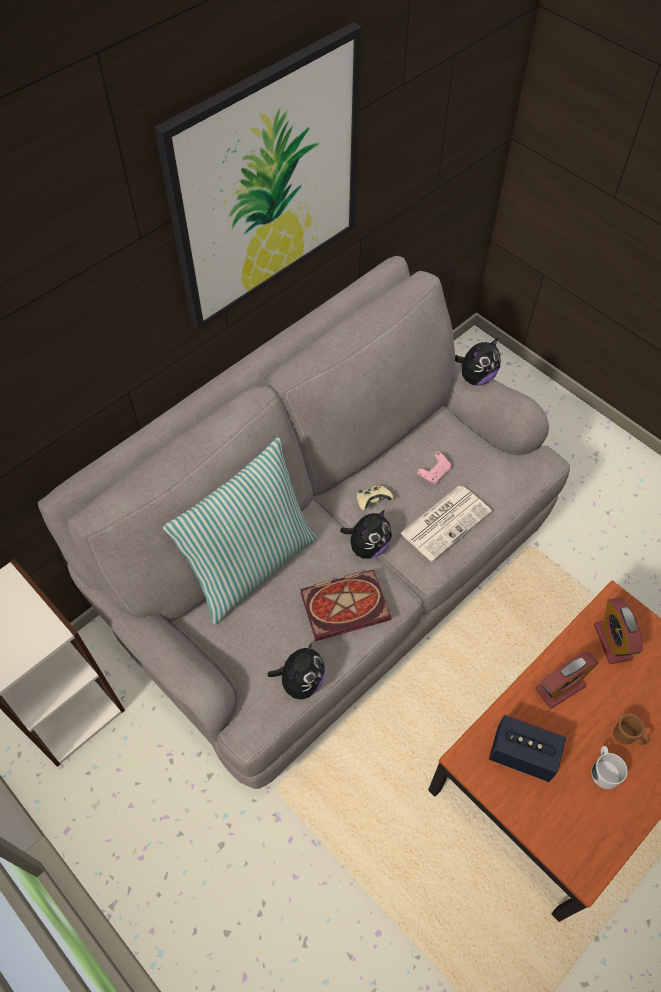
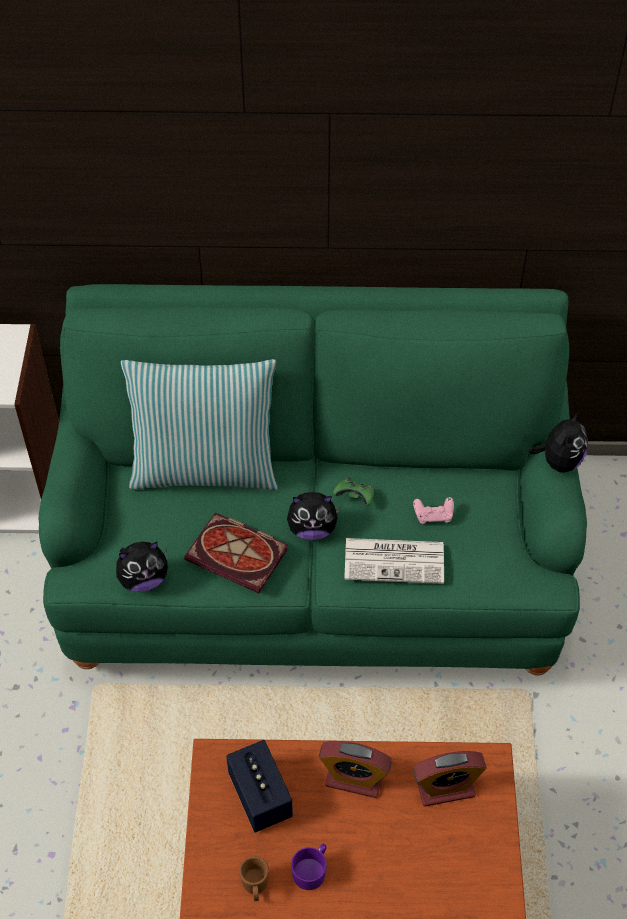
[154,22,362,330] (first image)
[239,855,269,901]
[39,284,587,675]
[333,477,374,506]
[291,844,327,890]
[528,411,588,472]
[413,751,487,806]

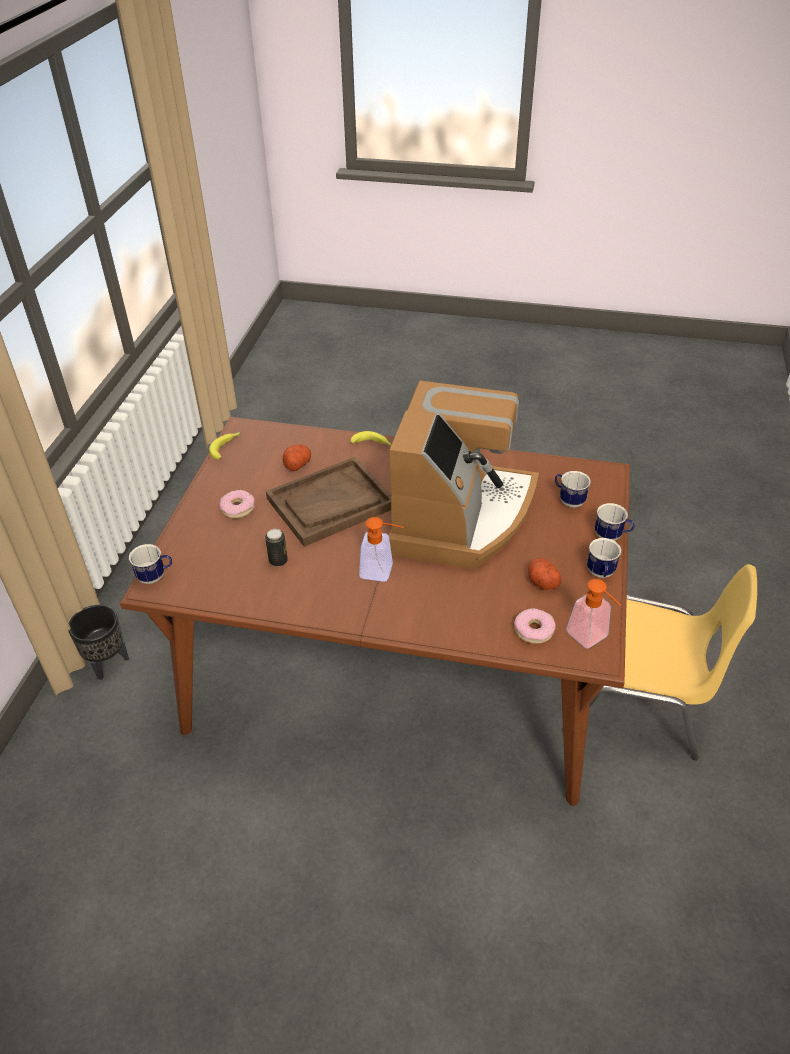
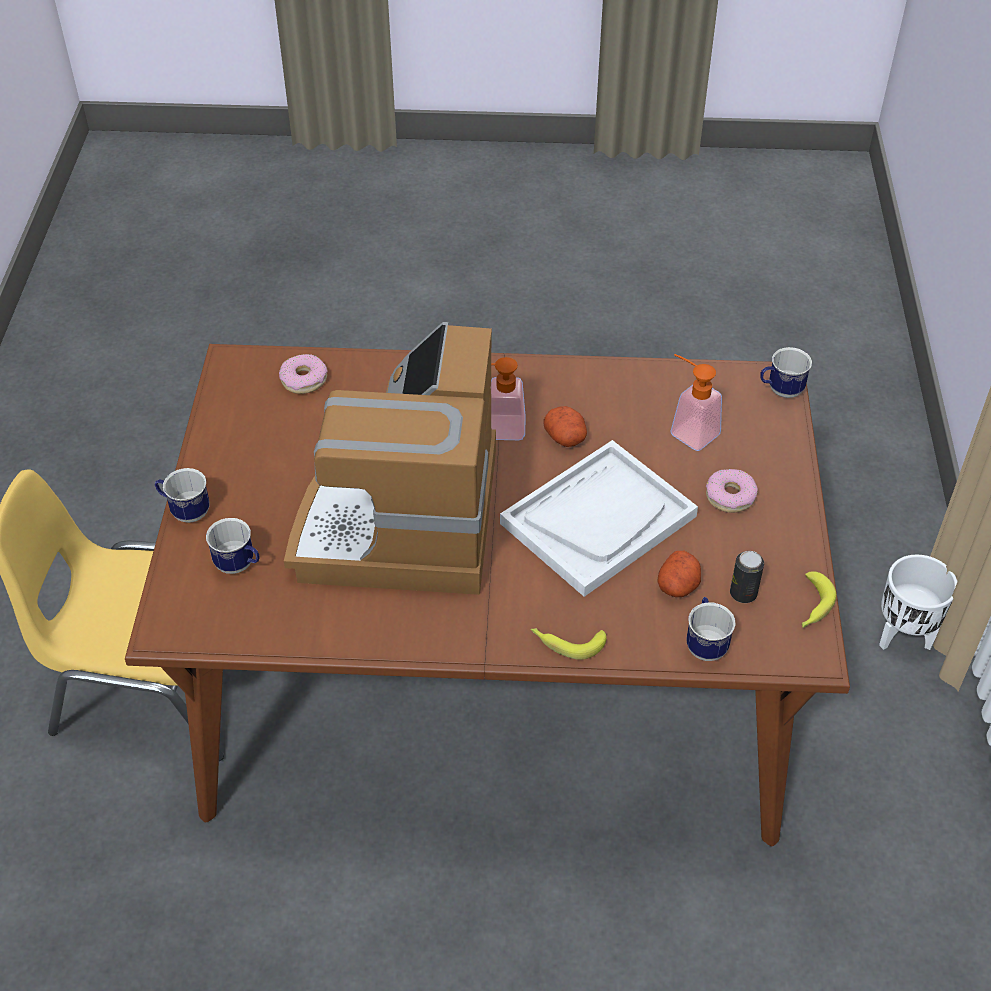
[730,551,764,603]
[544,406,587,447]
[670,354,722,451]
[686,597,736,661]
[879,555,957,650]
[500,440,698,597]

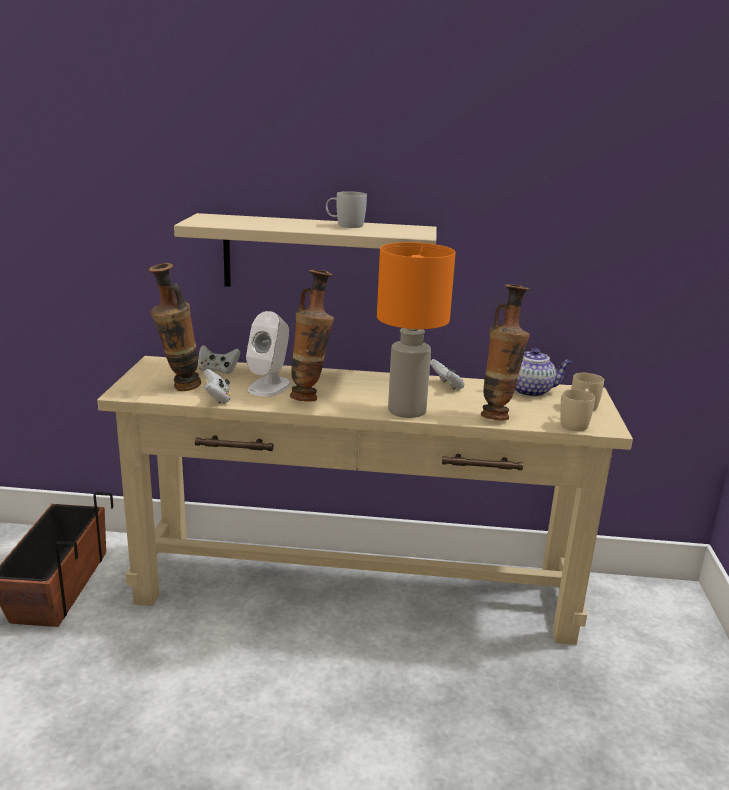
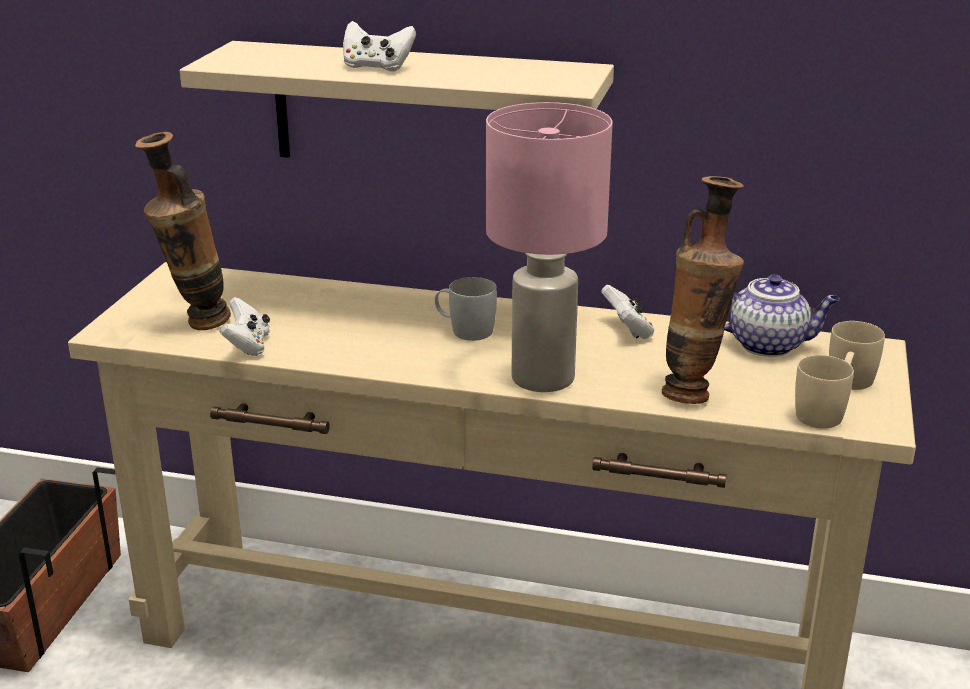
[246,311,291,397] (first image)
[290,270,334,402] (first image)
[343,21,416,71]
[435,277,497,341]
[486,102,613,392]

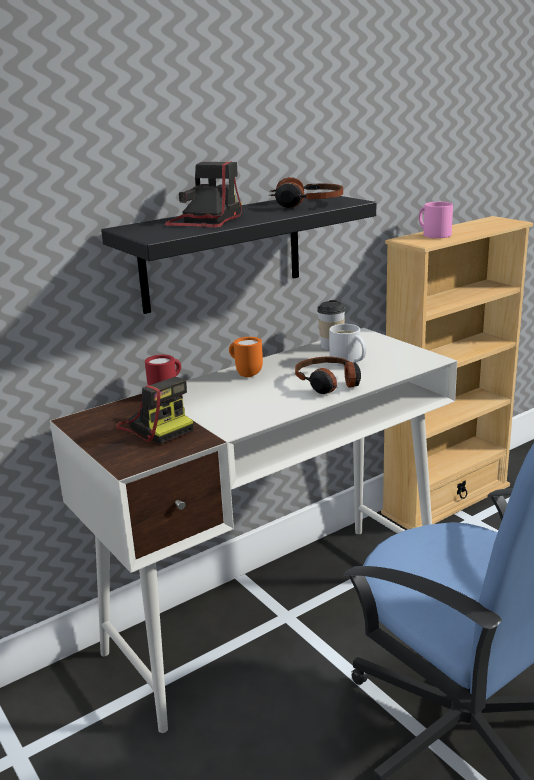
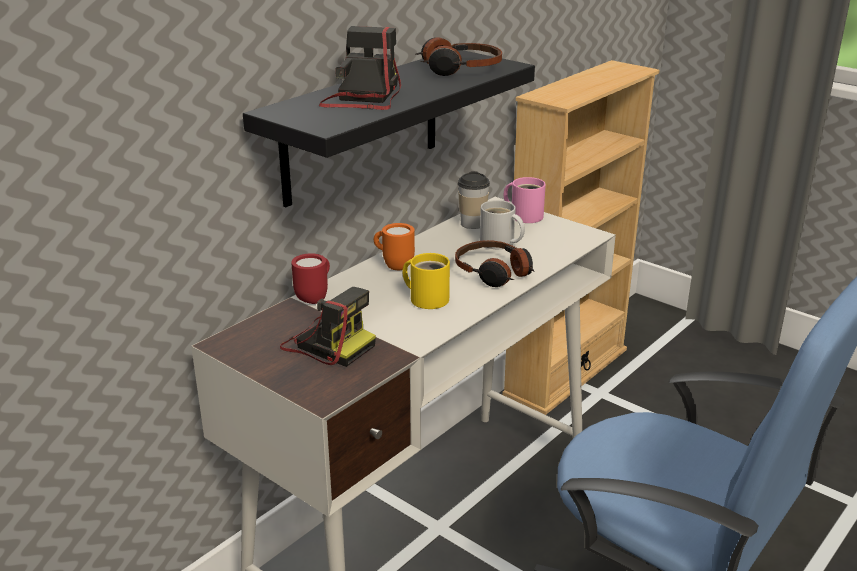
[402,253,450,309]
[504,177,546,223]

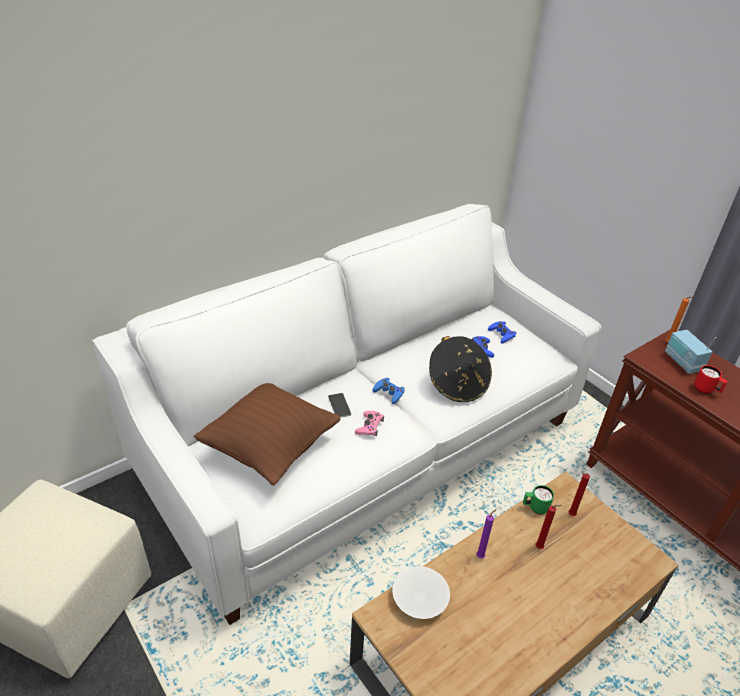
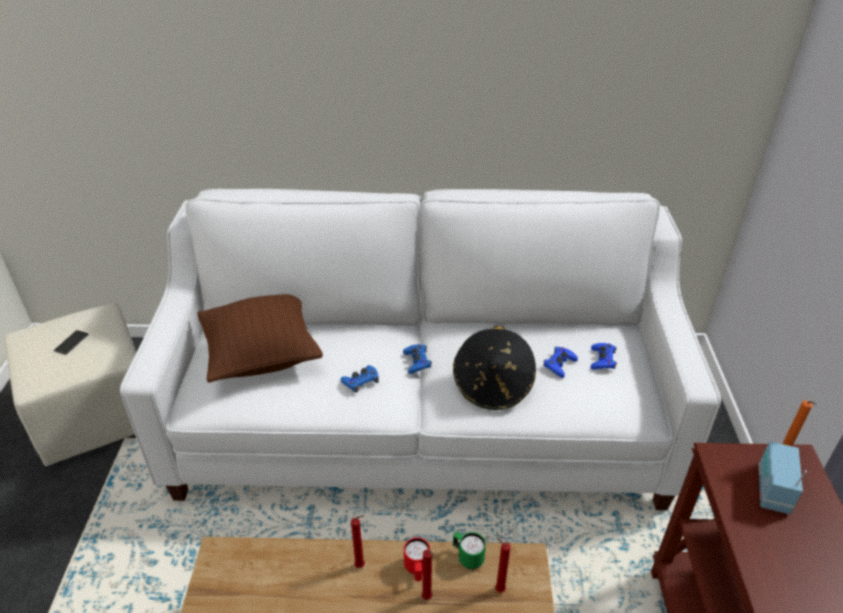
[392,566,450,619] (first image)
[54,330,89,355]
[404,537,430,581]
[341,365,379,393]
[351,515,365,568]

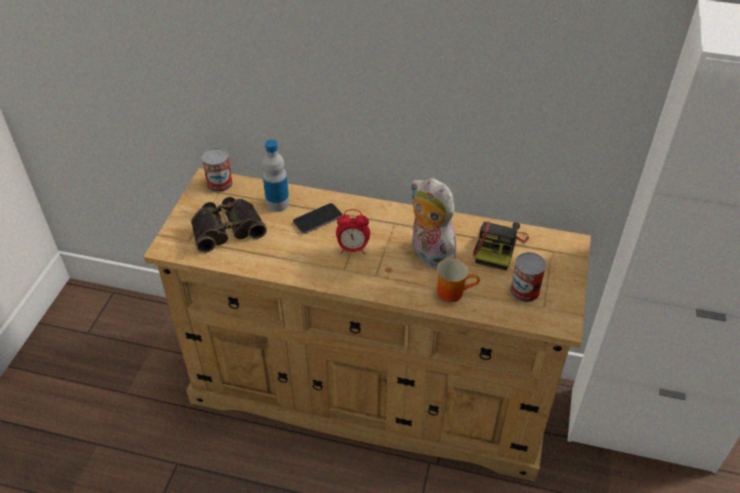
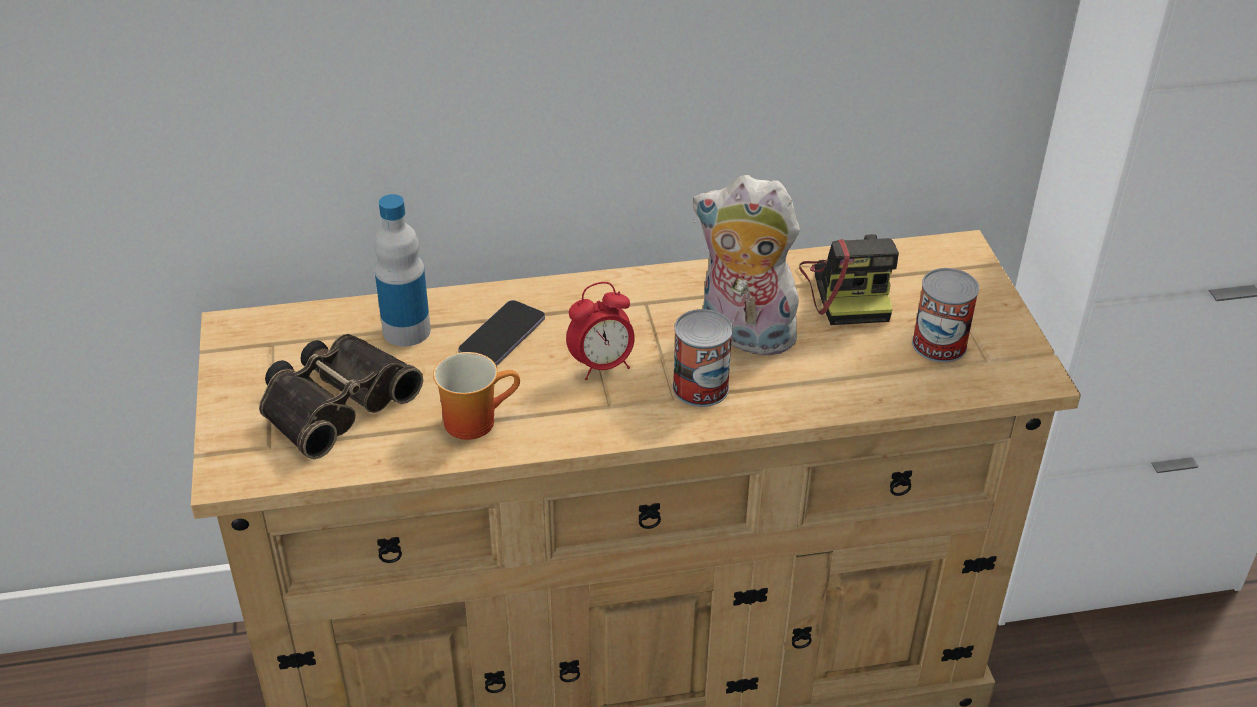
[672,309,733,407]
[433,352,520,440]

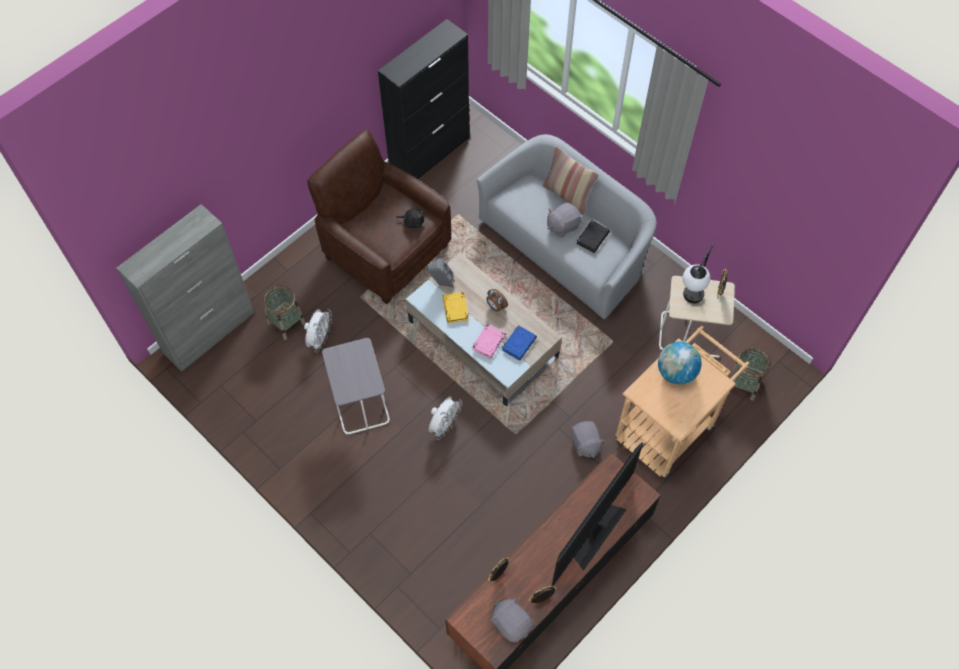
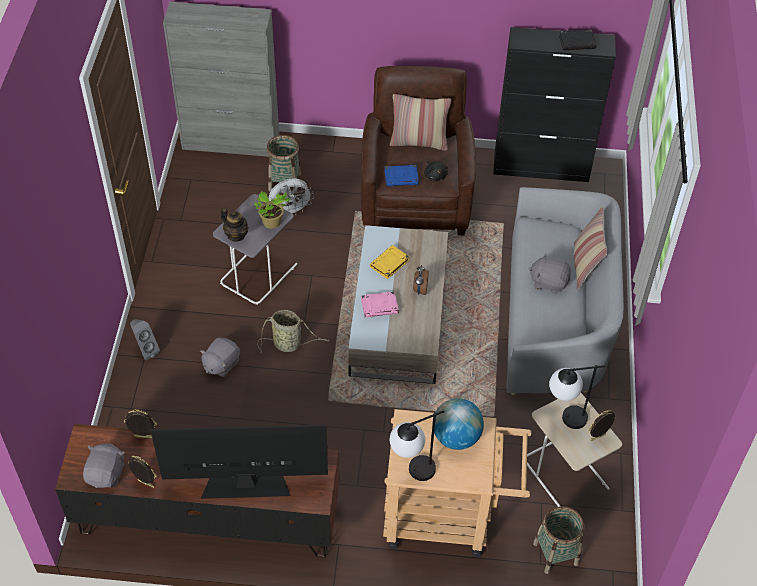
[221,208,249,241]
[254,191,290,229]
[390,94,452,151]
[390,410,444,481]
[130,319,160,361]
[384,165,419,187]
[200,337,240,378]
[559,29,597,51]
[257,309,329,353]

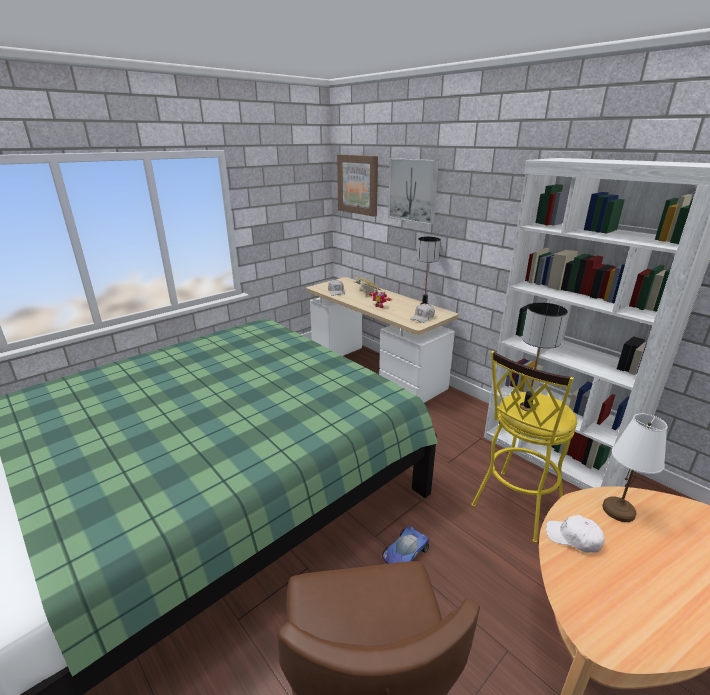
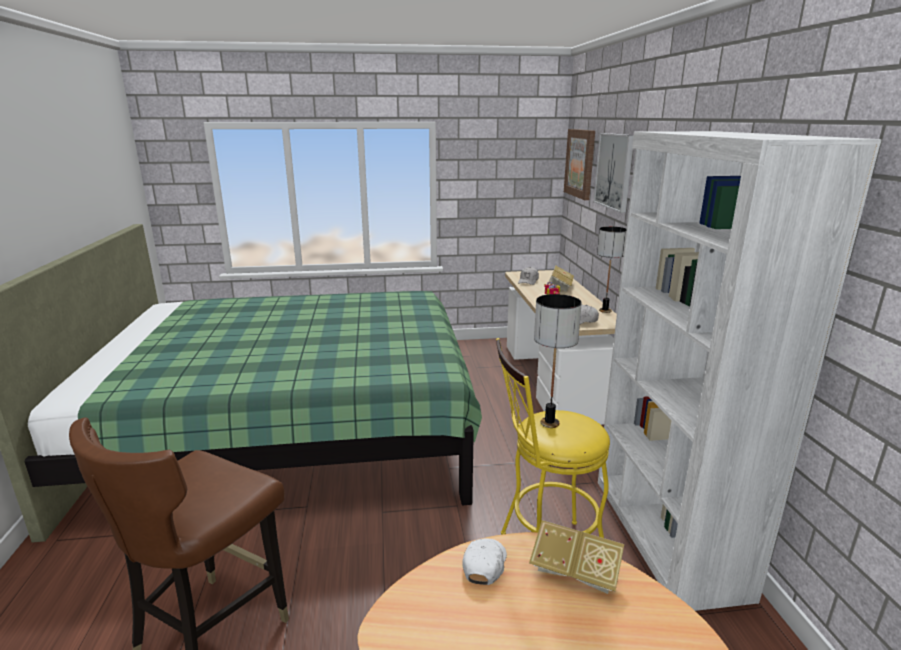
[382,526,429,564] (first image)
[529,520,624,594]
[462,538,507,585]

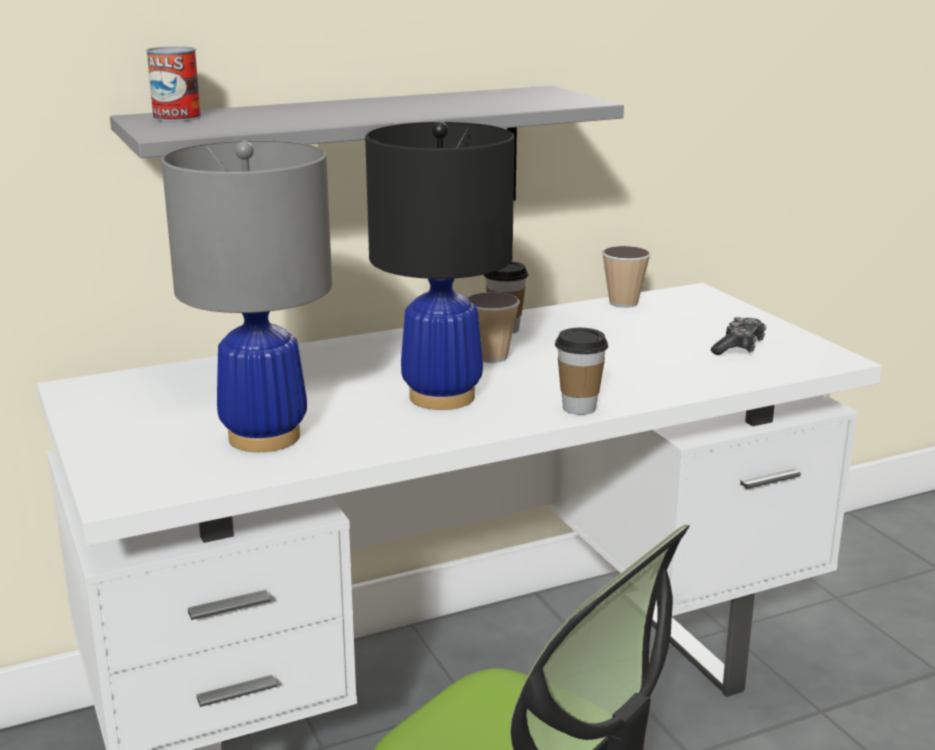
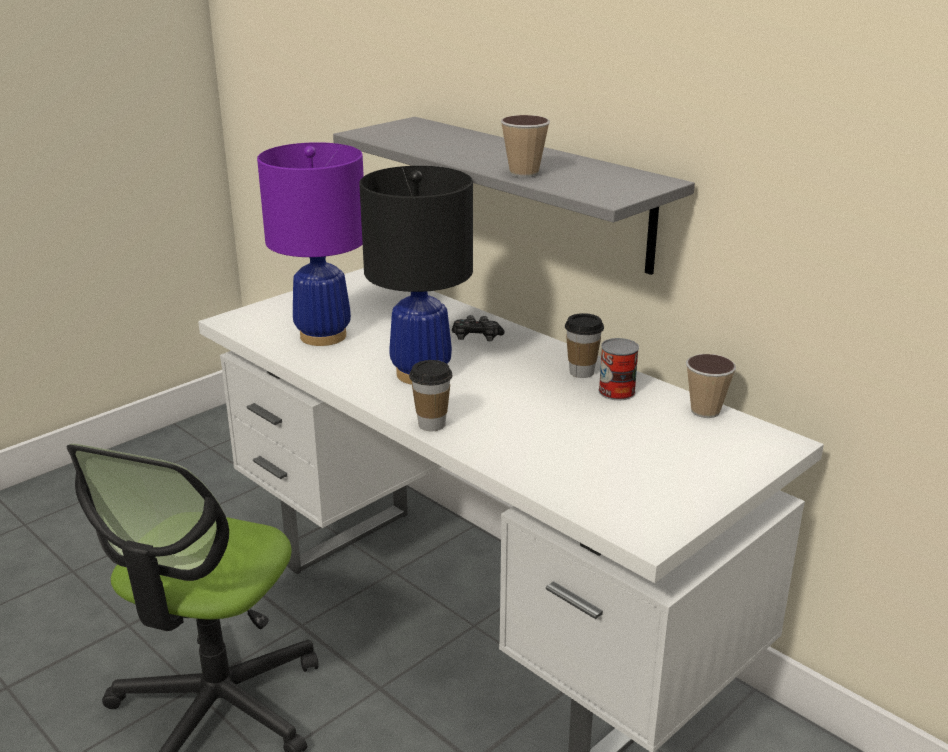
[599,338,639,400]
[501,115,550,178]
[452,315,505,341]
[257,142,364,346]

